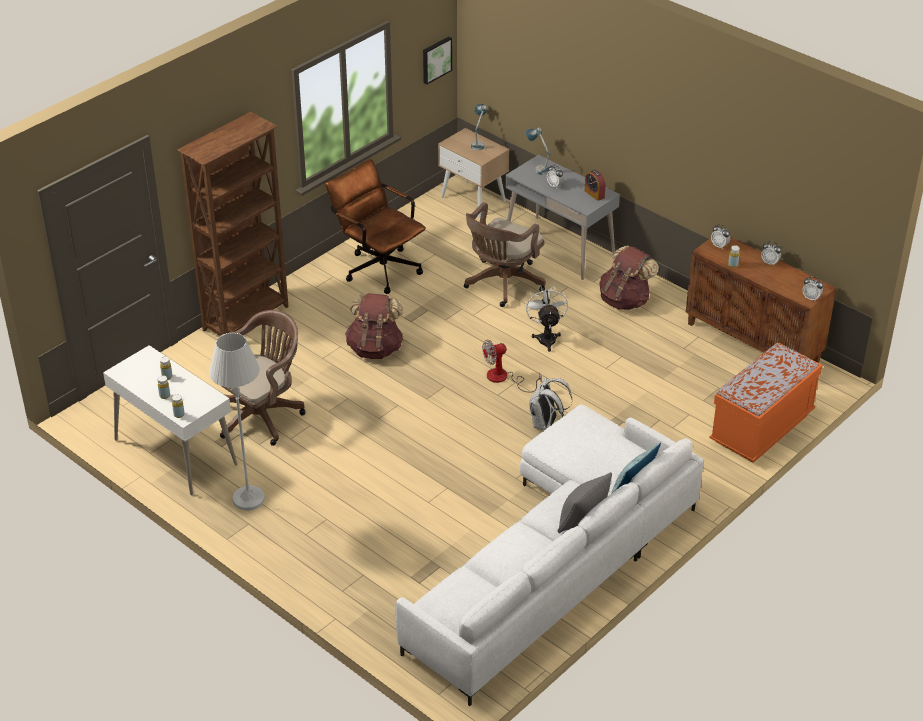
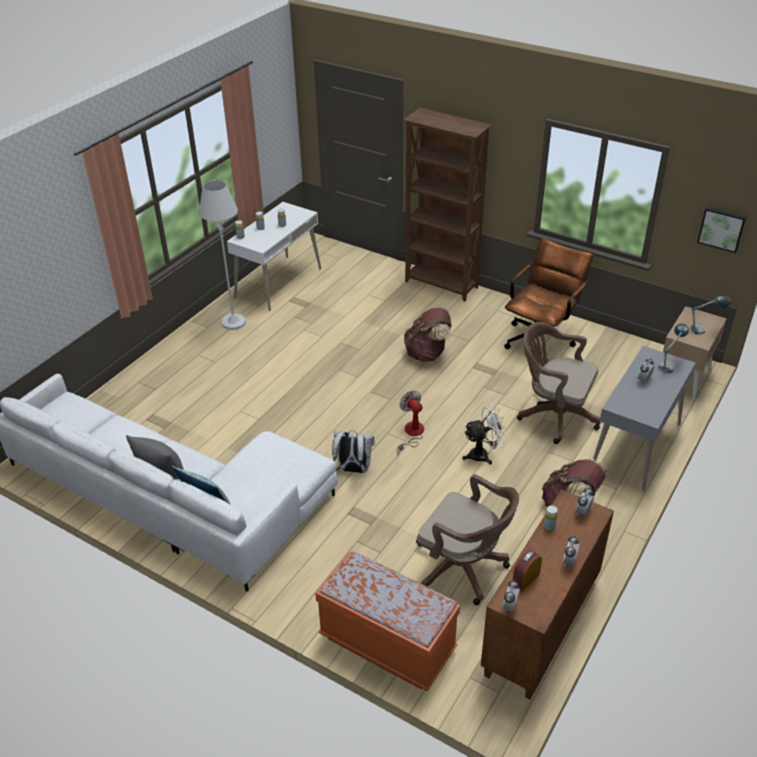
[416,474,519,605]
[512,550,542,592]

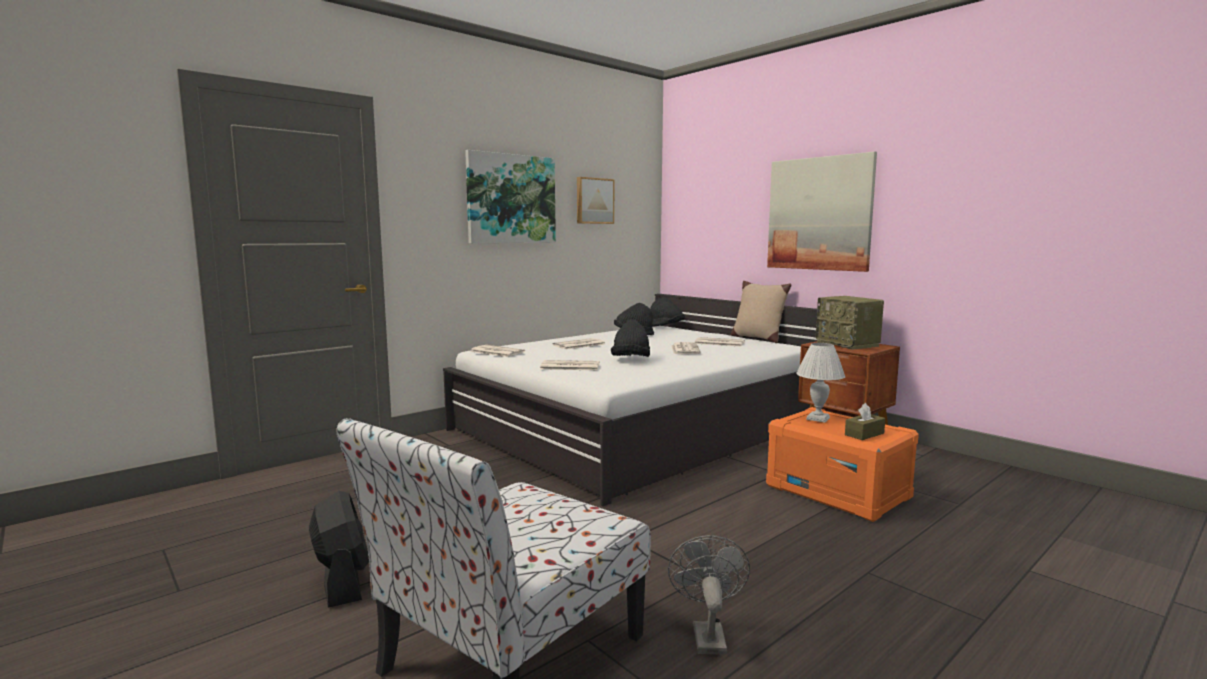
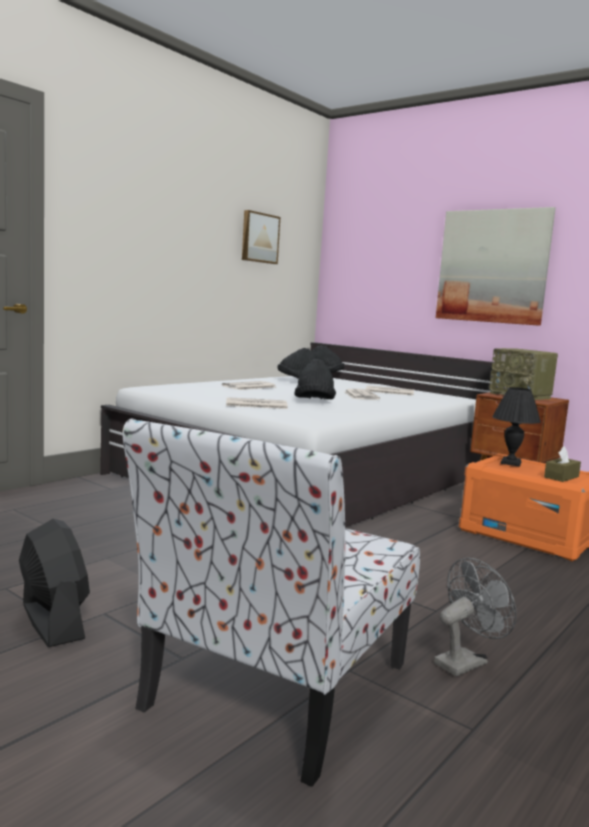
[465,150,556,243] (first image)
[470,345,525,357] (first image)
[731,281,791,343] (first image)
[492,387,541,467]
[434,558,517,676]

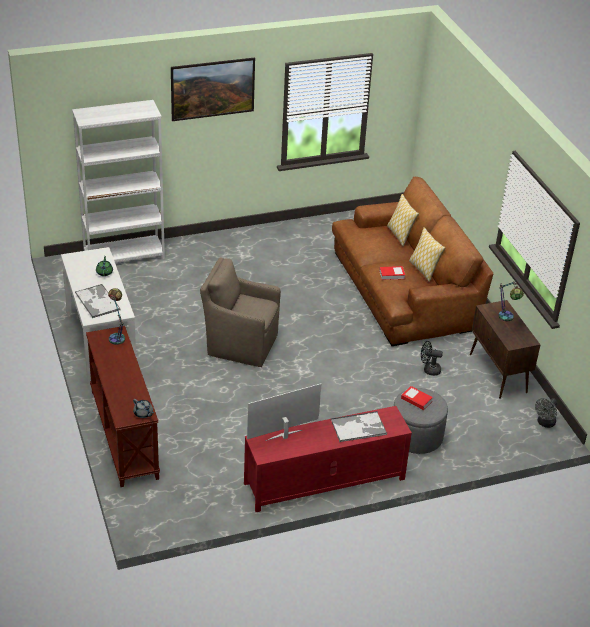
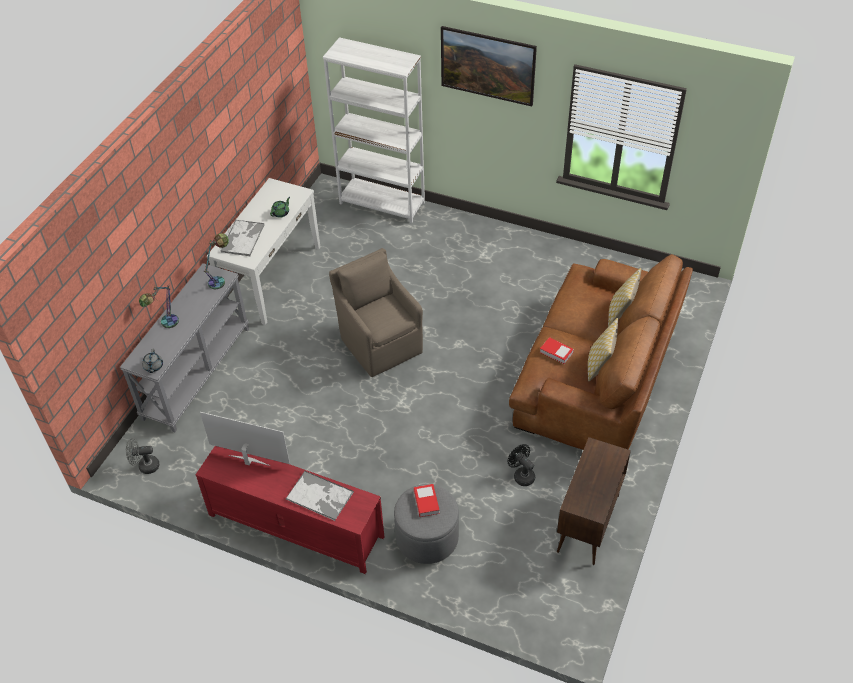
[139,284,179,328]
[126,438,159,474]
[120,263,249,432]

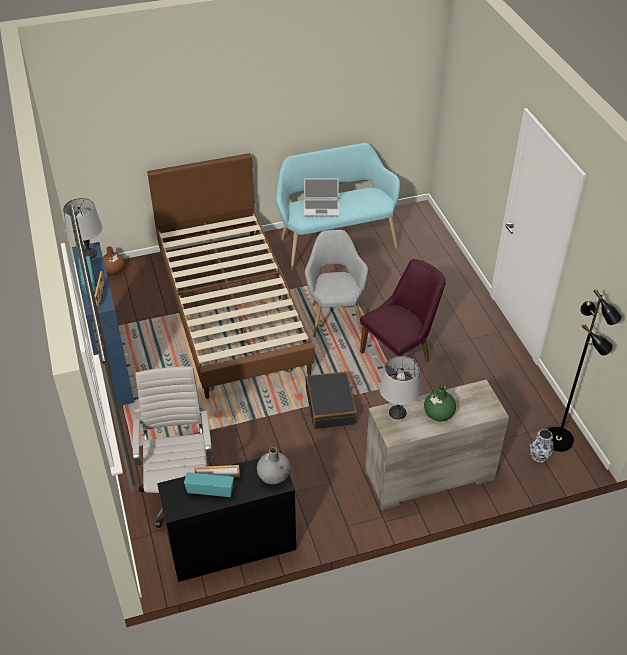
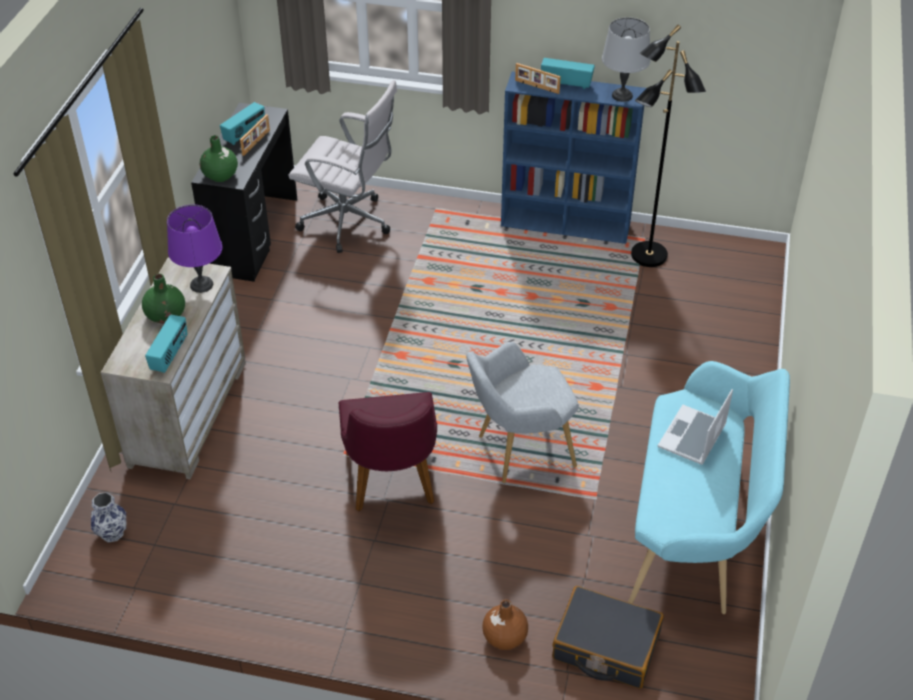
[147,153,315,399] (first image)
[145,315,188,373]
[482,599,528,650]
[552,586,664,689]
[631,24,706,267]
[200,135,238,182]
[167,205,222,293]
[466,342,579,483]

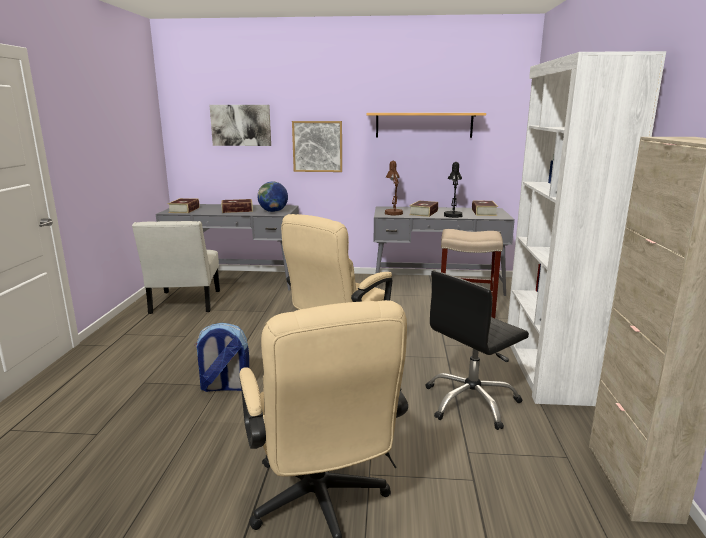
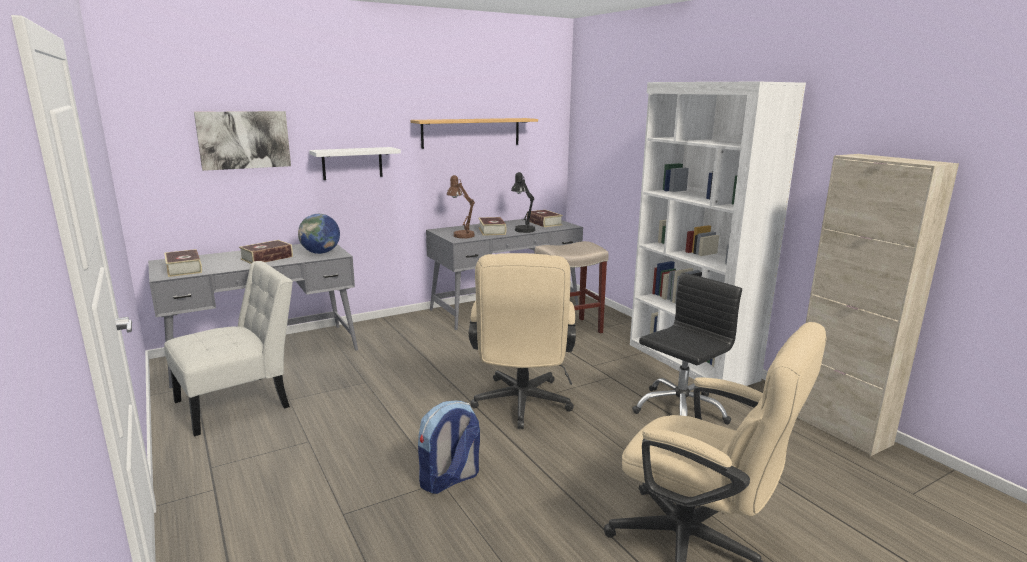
[309,147,401,180]
[164,261,293,436]
[632,273,742,424]

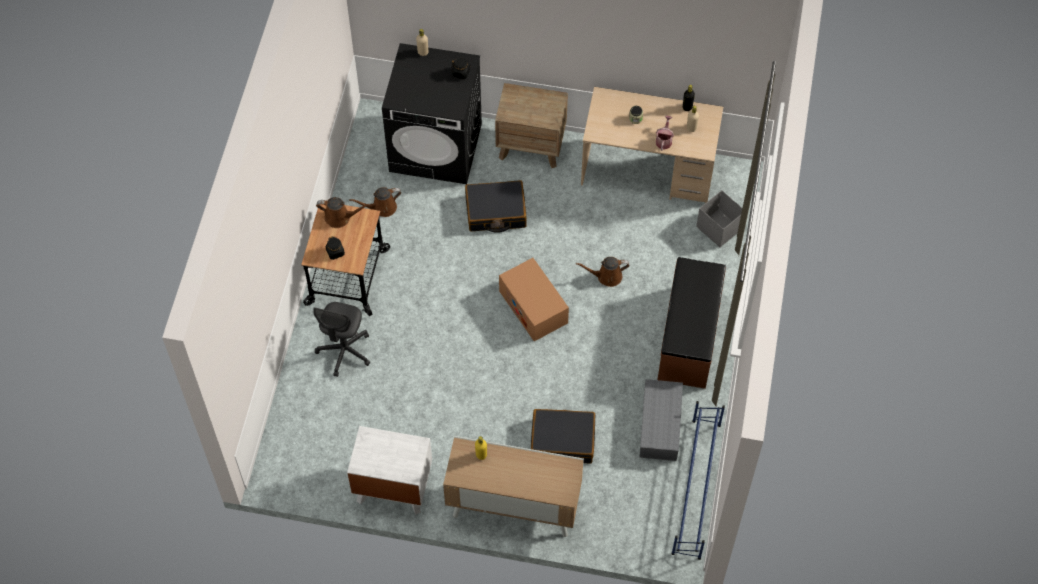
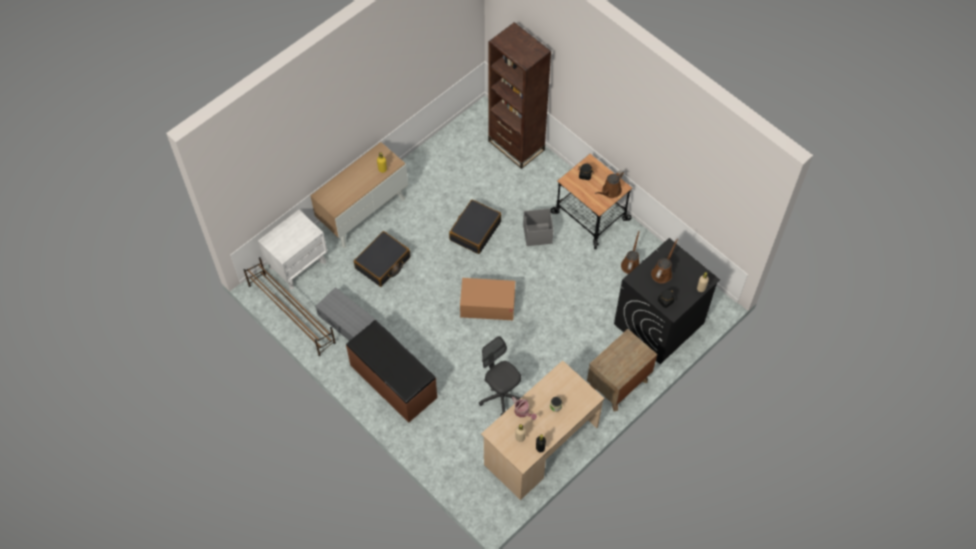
[488,22,551,169]
[479,336,521,415]
[258,209,327,290]
[449,199,501,254]
[651,238,678,283]
[523,208,554,246]
[244,257,336,356]

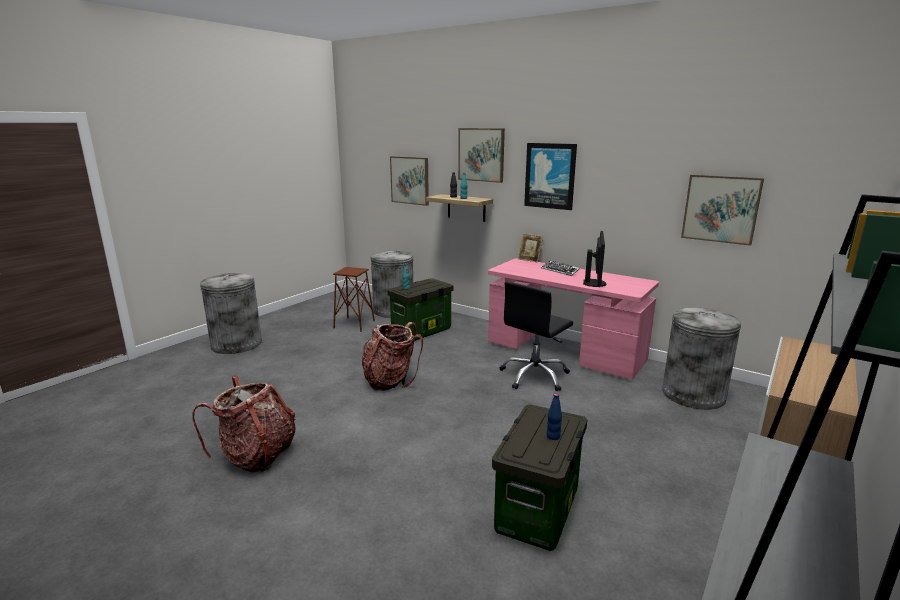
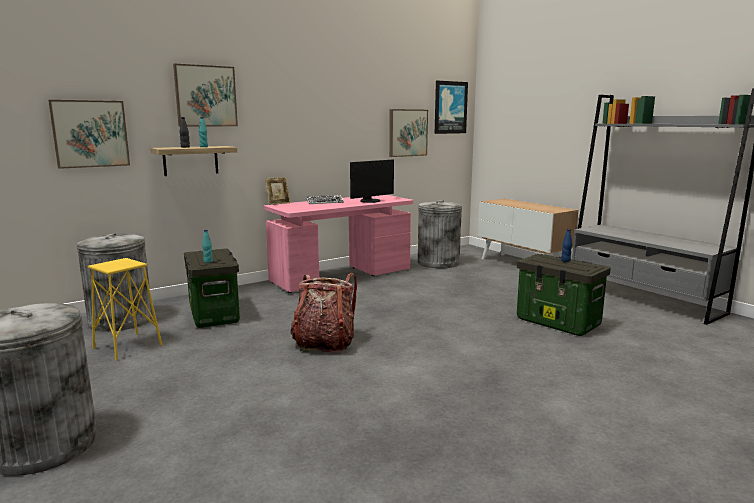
[192,375,295,472] (first image)
[500,281,573,391] (first image)
[435,81,468,134]
[88,258,162,361]
[350,159,394,203]

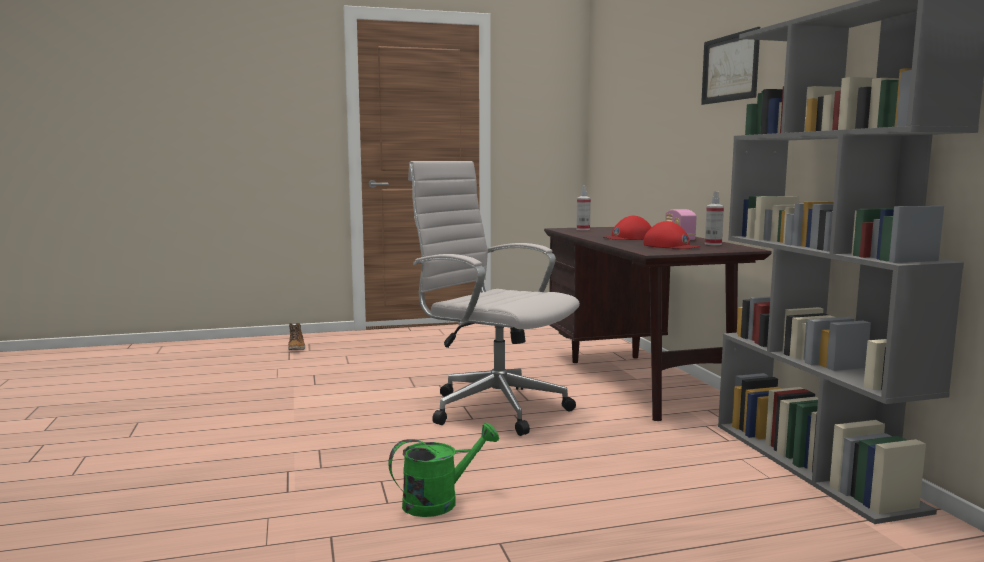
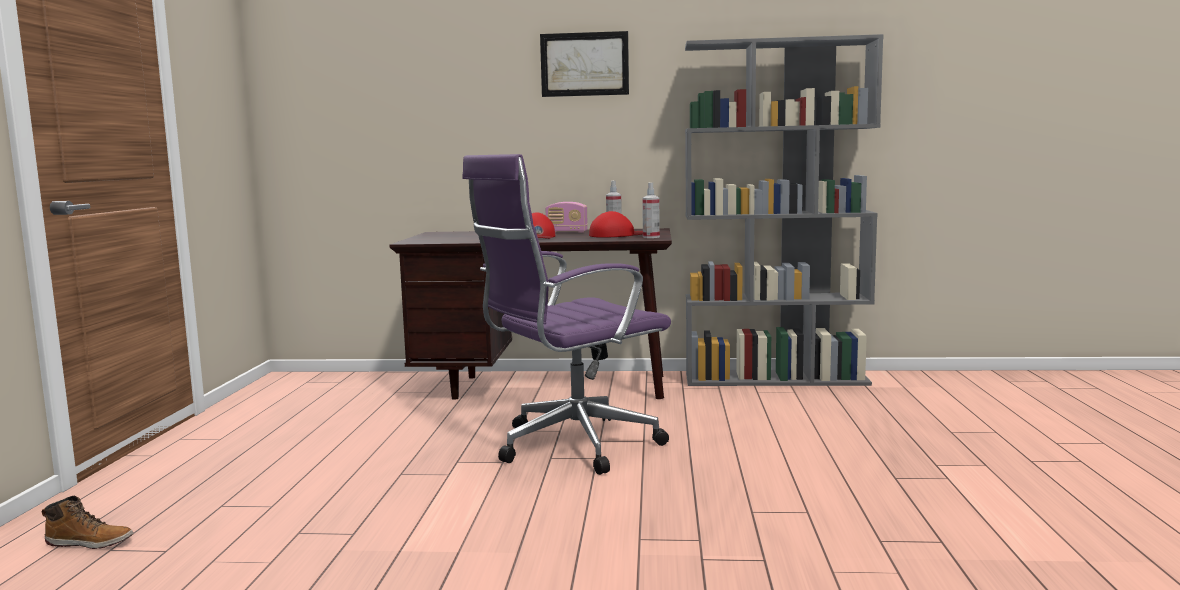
[389,423,499,517] (first image)
[642,182,660,238]
[462,154,671,475]

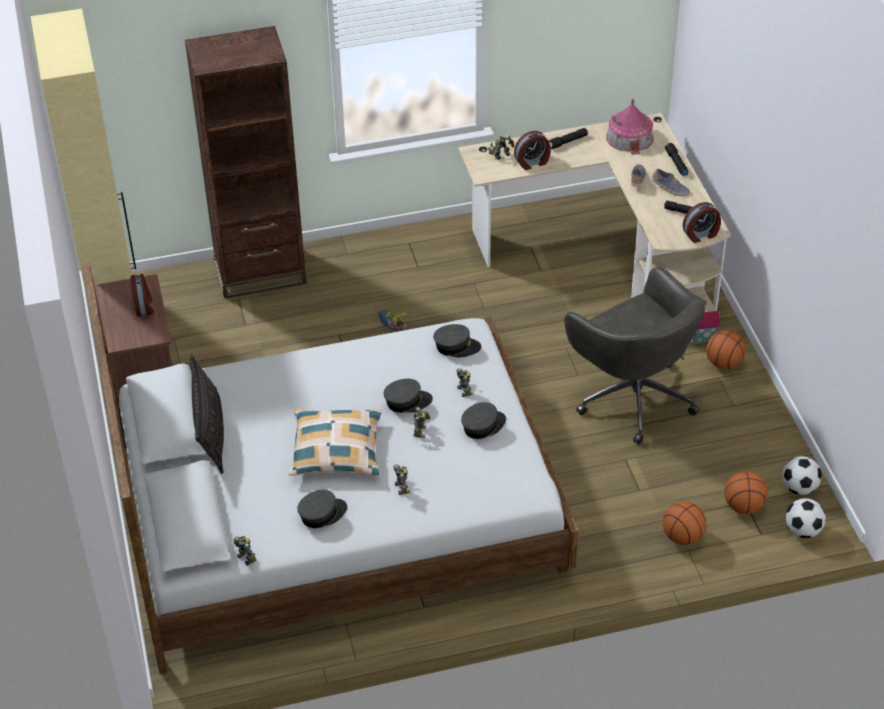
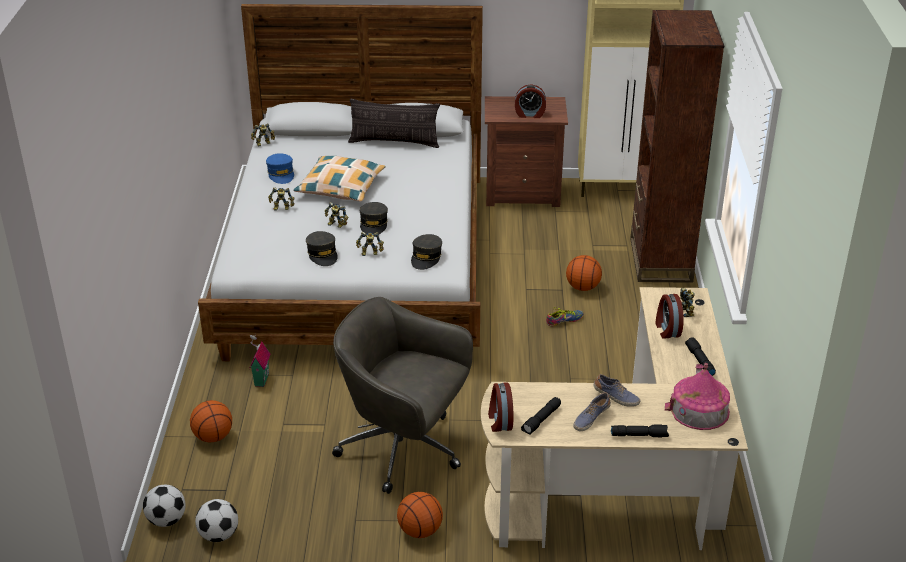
[249,335,270,387]
[566,255,602,291]
[266,153,294,184]
[332,297,473,494]

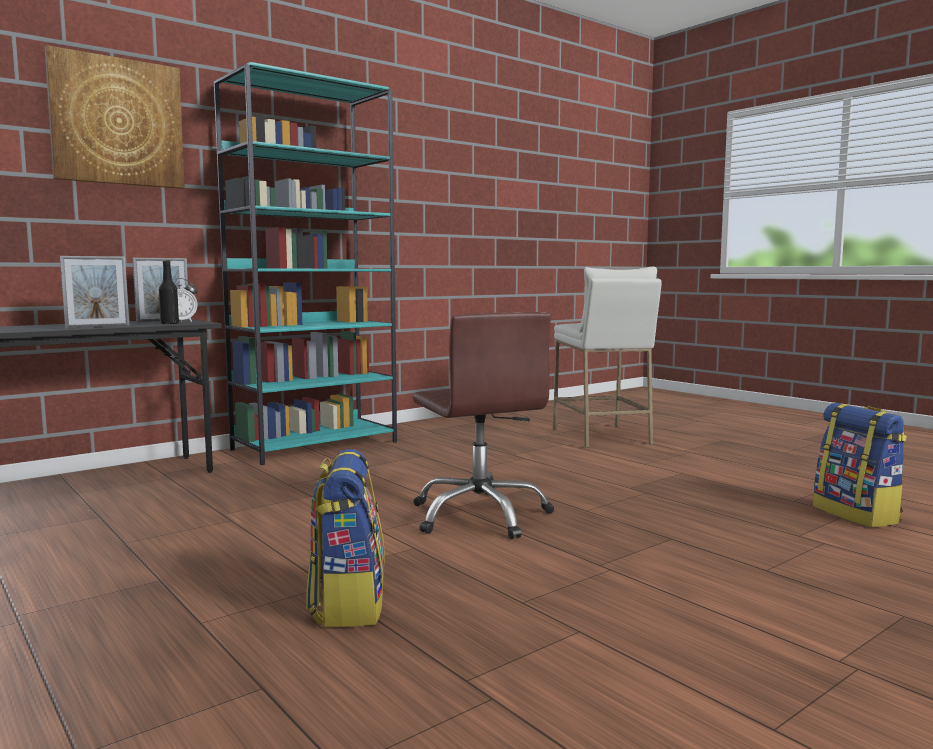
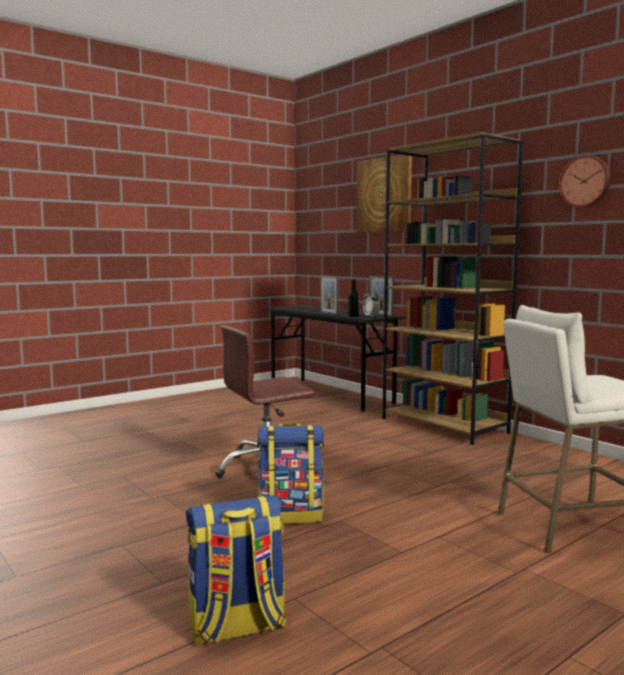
[559,155,611,208]
[257,423,324,524]
[382,132,524,445]

